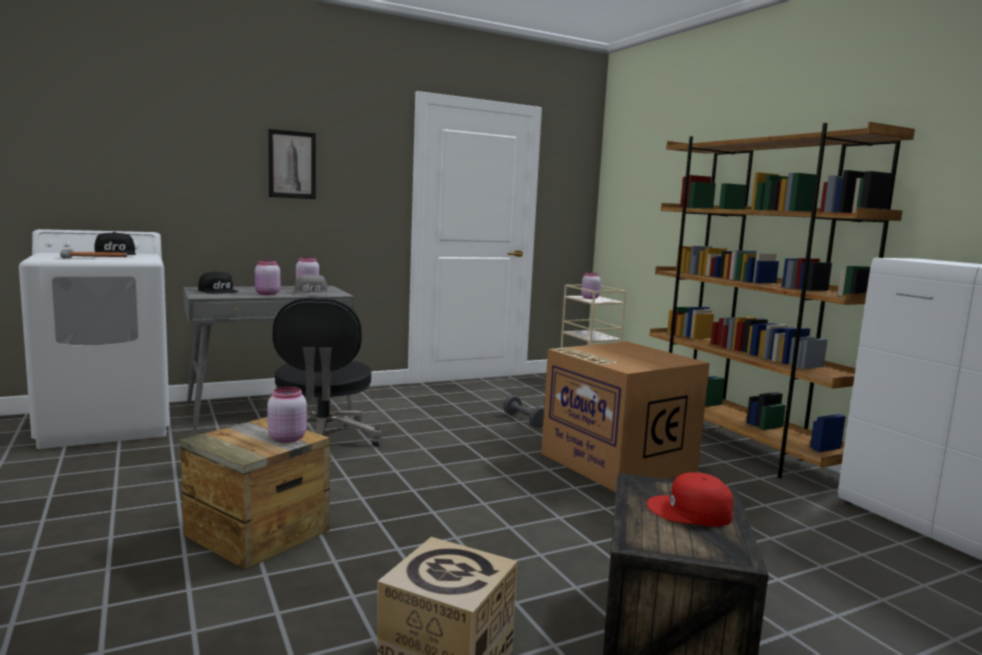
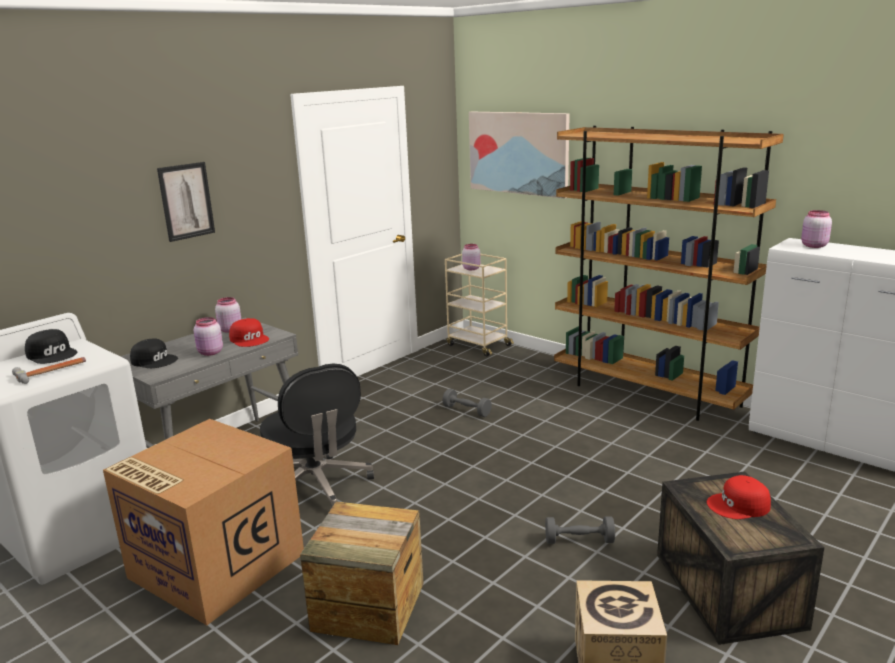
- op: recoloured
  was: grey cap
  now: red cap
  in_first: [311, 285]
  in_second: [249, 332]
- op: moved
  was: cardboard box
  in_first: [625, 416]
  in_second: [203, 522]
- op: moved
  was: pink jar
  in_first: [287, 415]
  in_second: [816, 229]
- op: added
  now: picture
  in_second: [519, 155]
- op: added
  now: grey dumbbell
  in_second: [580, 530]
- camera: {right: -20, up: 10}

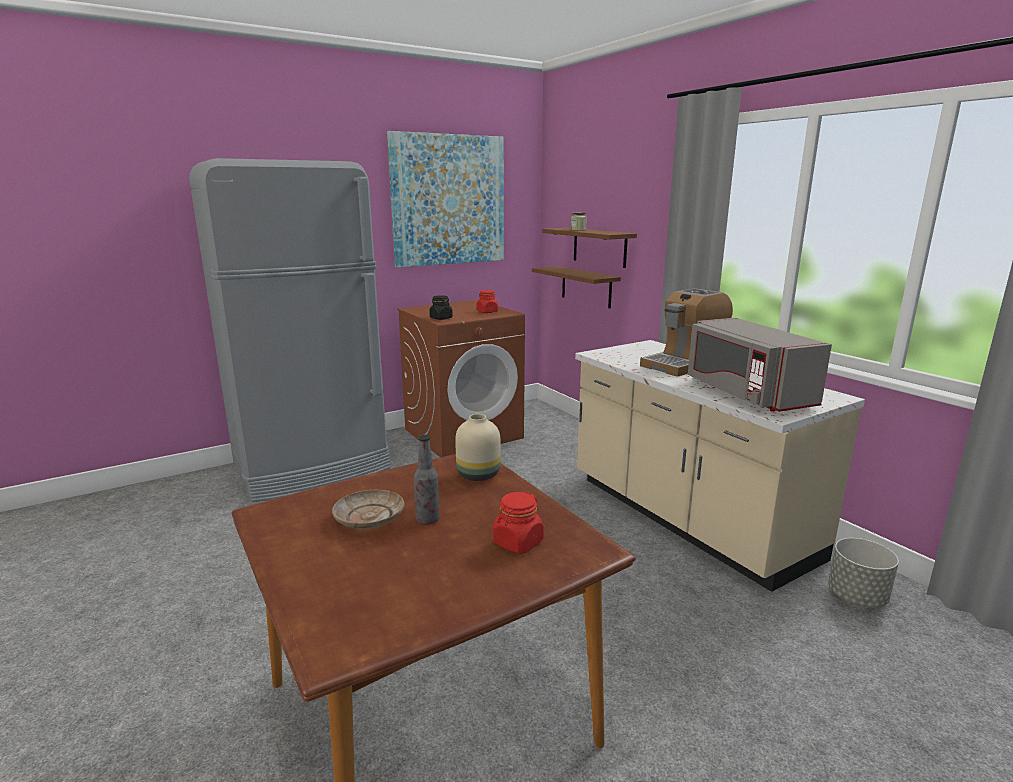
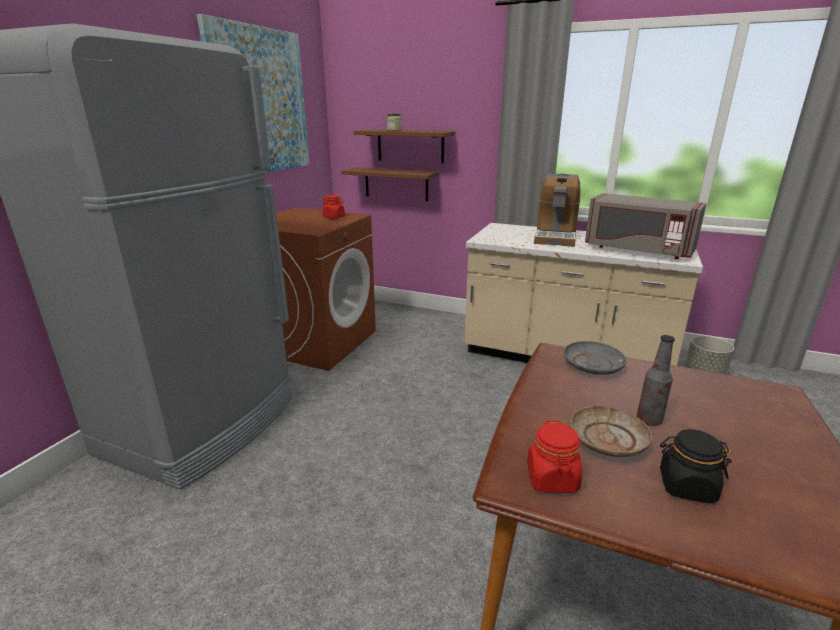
- op: moved
  was: black jar
  in_first: [441, 307]
  in_second: [695, 466]
- op: replaced
  was: beige vase
  now: grey plate
  in_first: [477, 447]
  in_second: [595, 358]
- op: moved
  was: red jar
  in_first: [518, 522]
  in_second: [554, 457]
- camera: {right: -35, up: 5}

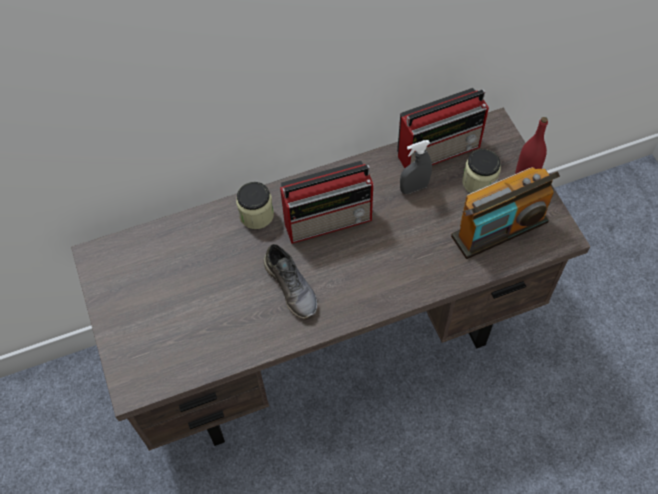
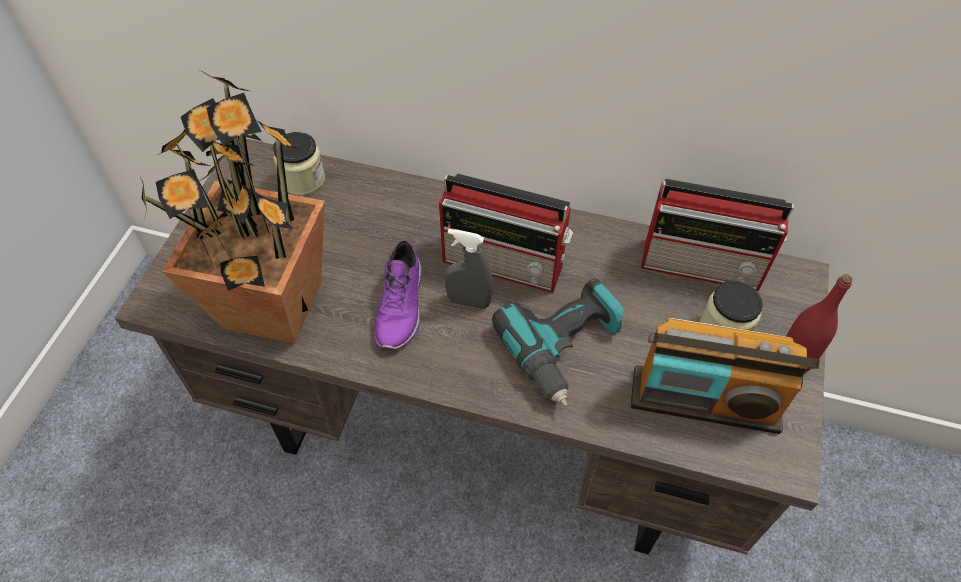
- op: moved
  was: grey spray bottle
  in_first: [416, 167]
  in_second: [468, 269]
- op: moved
  was: jar
  in_first: [255, 205]
  in_second: [299, 163]
- op: recoloured
  was: grey shoe
  now: purple shoe
  in_first: [290, 281]
  in_second: [398, 295]
- op: added
  now: potted plant
  in_second: [232, 208]
- op: added
  now: power drill
  in_second: [558, 342]
- camera: {right: 35, up: -5}

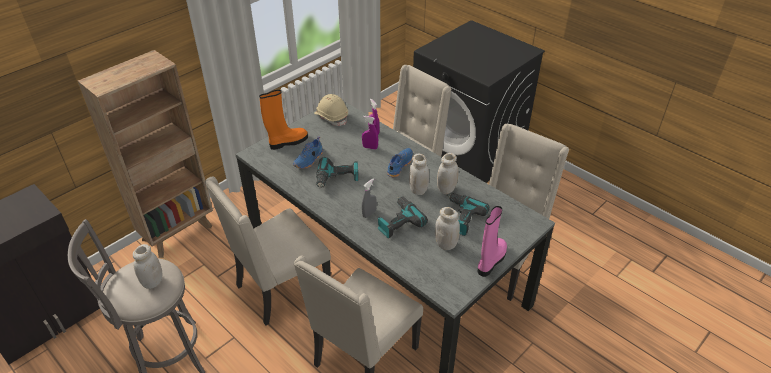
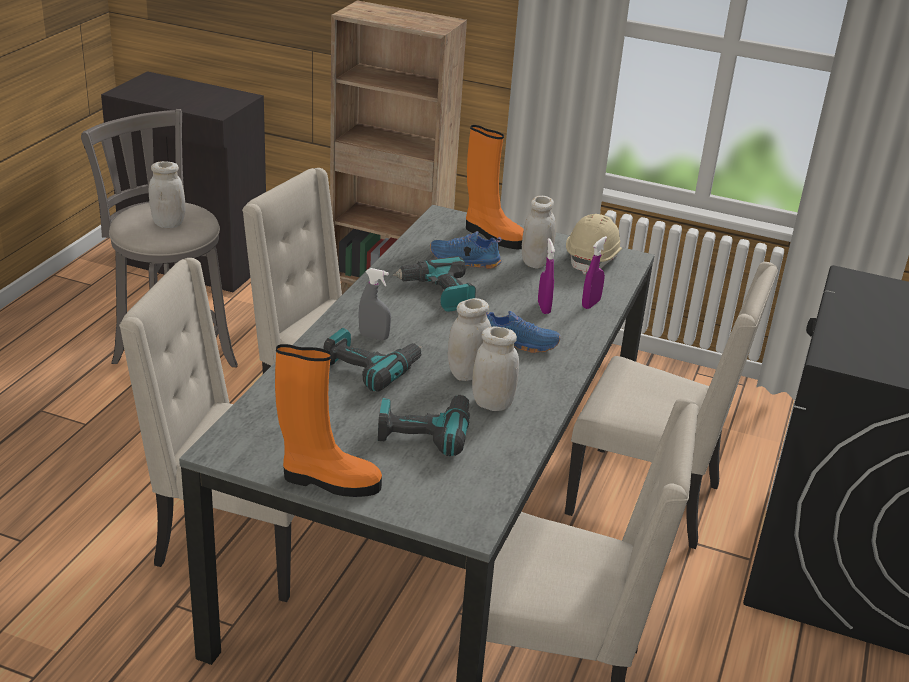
- op: recoloured
  was: pink boot
  now: orange boot
  in_first: [492, 241]
  in_second: [328, 420]
- op: moved
  was: white jar
  in_first: [447, 228]
  in_second: [539, 232]
- camera: {right: 65, up: -10}

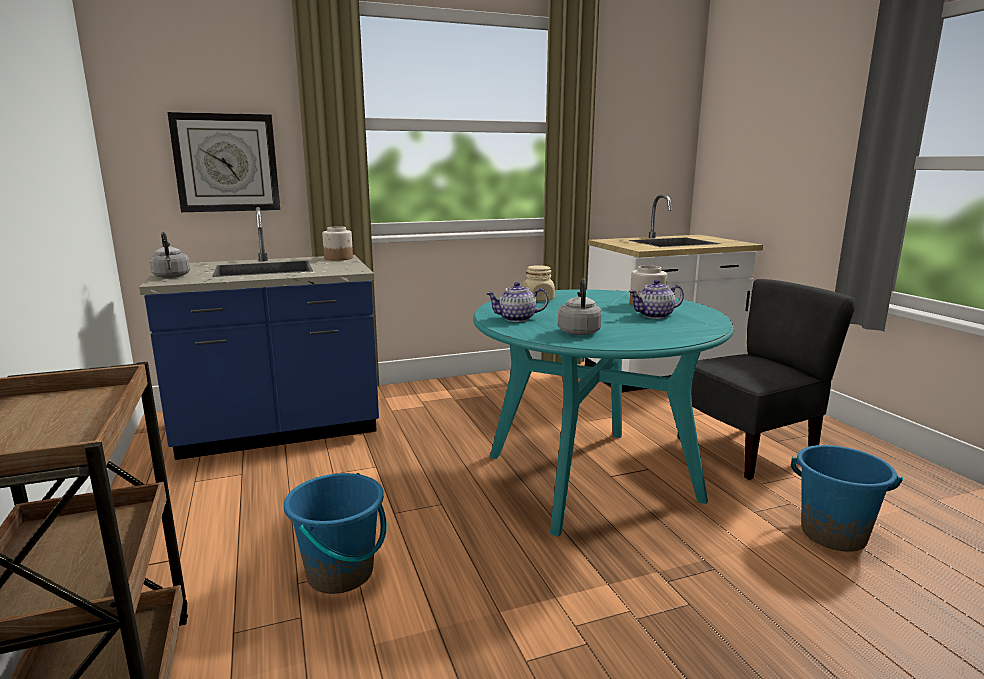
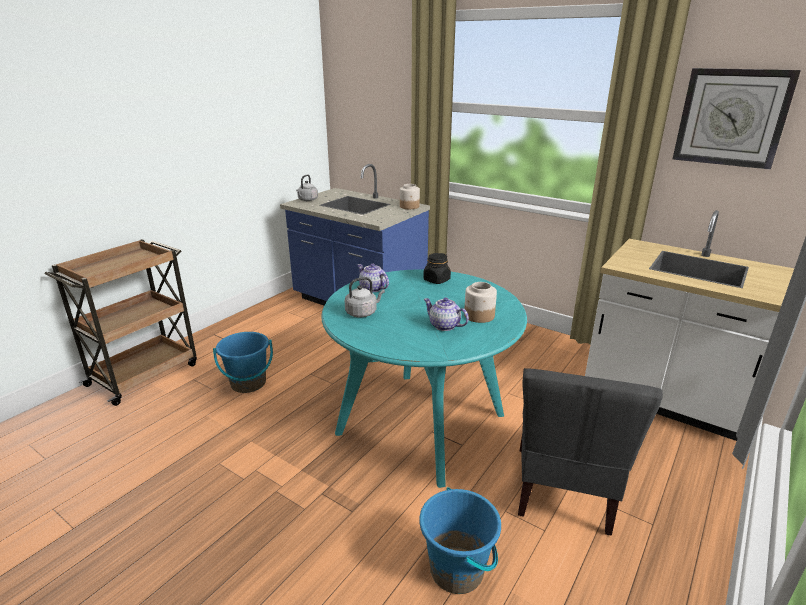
- op: moved
  was: wall clock
  in_first: [223, 162]
  in_second: [737, 119]
- op: recoloured
  was: beige jar
  now: black jar
  in_first: [539, 283]
  in_second: [437, 268]
- op: turned
  was: grey chair
  in_first: [767, 379]
  in_second: [590, 452]
  clockwise: 75
- camera: {right: 55, up: 10}

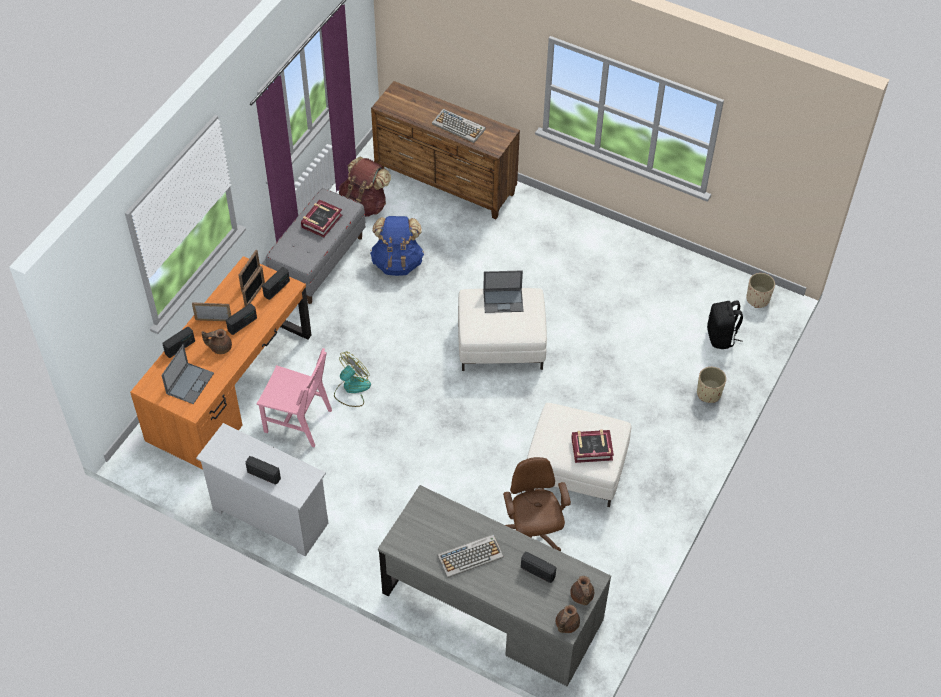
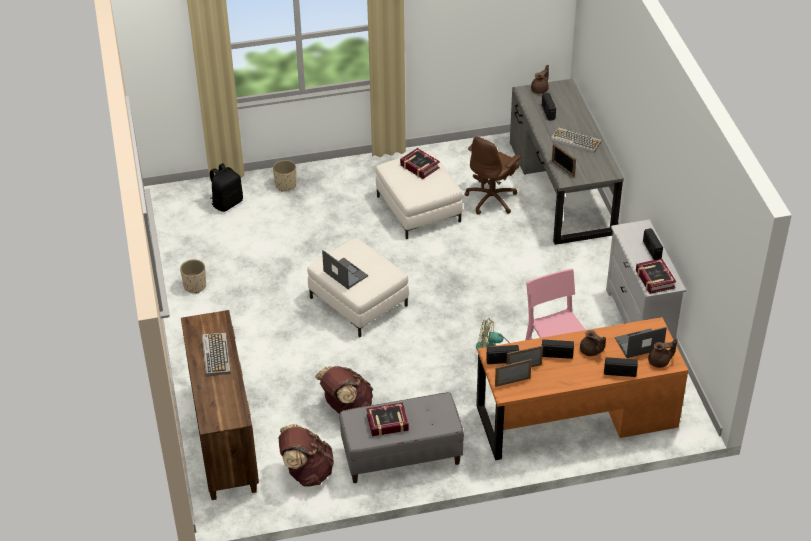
- op: recoloured
  was: blue backpack
  now: brown backpack
  in_first: [397, 246]
  in_second: [344, 390]
- op: moved
  was: beige planter
  in_first: [760, 290]
  in_second: [193, 276]
- op: moved
  was: picture frame
  in_first: [211, 312]
  in_second: [564, 160]
- op: moved
  was: brown teapot
  in_first: [568, 619]
  in_second: [662, 353]
- op: added
  now: book
  in_second: [656, 276]
- camera: {right: -130, up: -10}

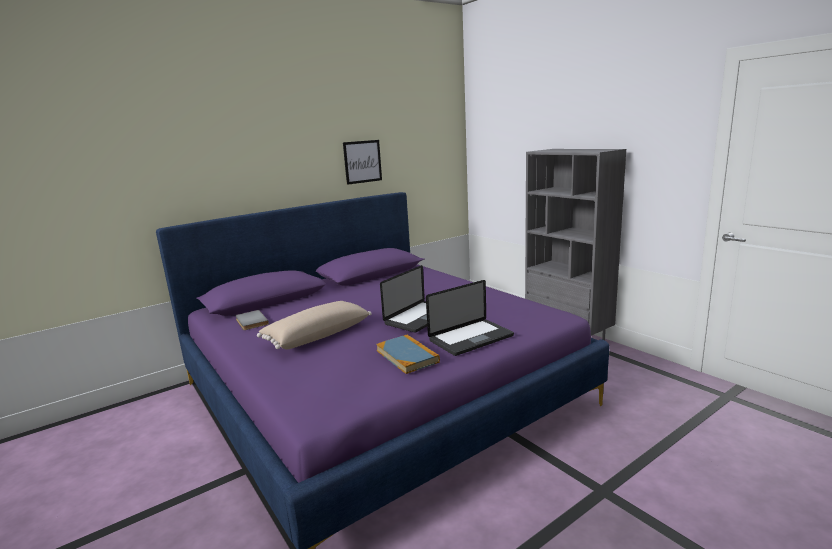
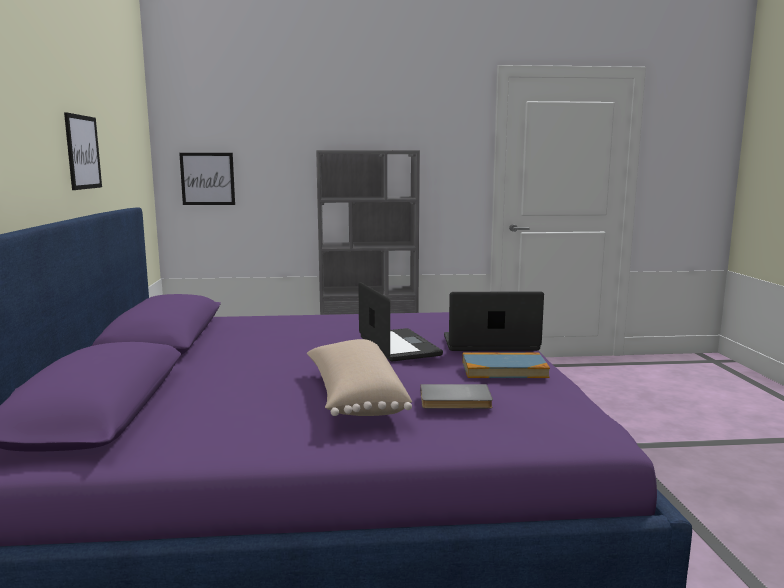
- op: turned
  was: laptop
  in_first: [470, 318]
  in_second: [494, 321]
  clockwise: -90
- op: moved
  was: grey book
  in_first: [252, 320]
  in_second: [456, 396]
- op: added
  now: picture
  in_second: [207, 179]
- camera: {right: -60, up: -5}

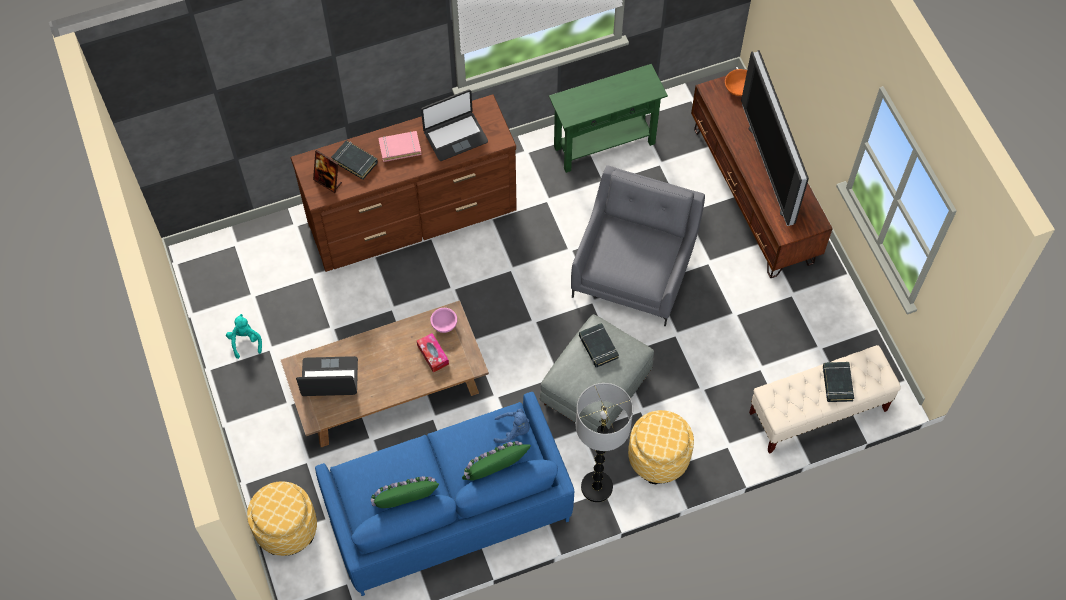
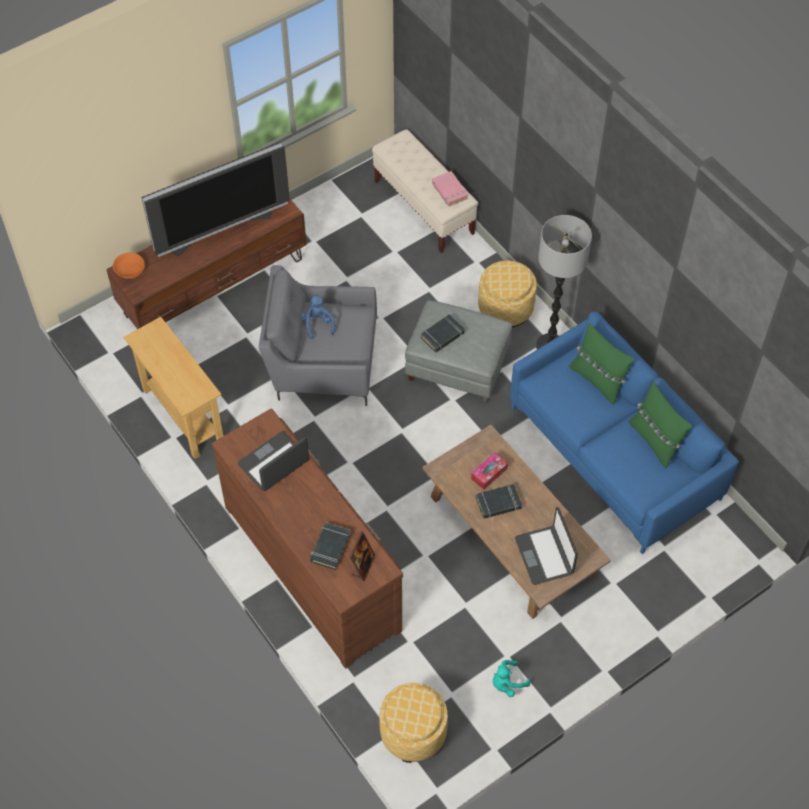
- op: recoloured
  was: green console table
  now: beige console table
  in_first: [608, 118]
  in_second: [173, 388]
- op: turned
  was: laptop
  in_first: [454, 125]
  in_second: [273, 461]
  clockwise: -90
- op: moved
  was: pink book
  in_first: [400, 146]
  in_second: [450, 189]
- op: removed
  was: pink bowl
  in_first: [443, 320]
- op: moved
  was: black book
  in_first: [838, 382]
  in_second: [499, 501]
- op: moved
  was: blue plush toy
  in_first: [512, 425]
  in_second: [318, 316]
- op: moved
  was: ottoman
  in_first: [282, 518]
  in_second: [413, 723]
- camera: {right: -105, up: -5}

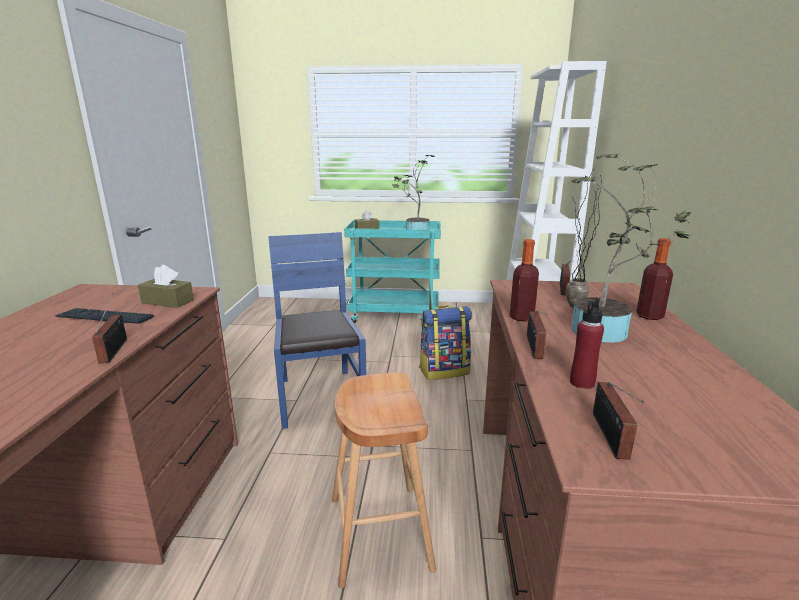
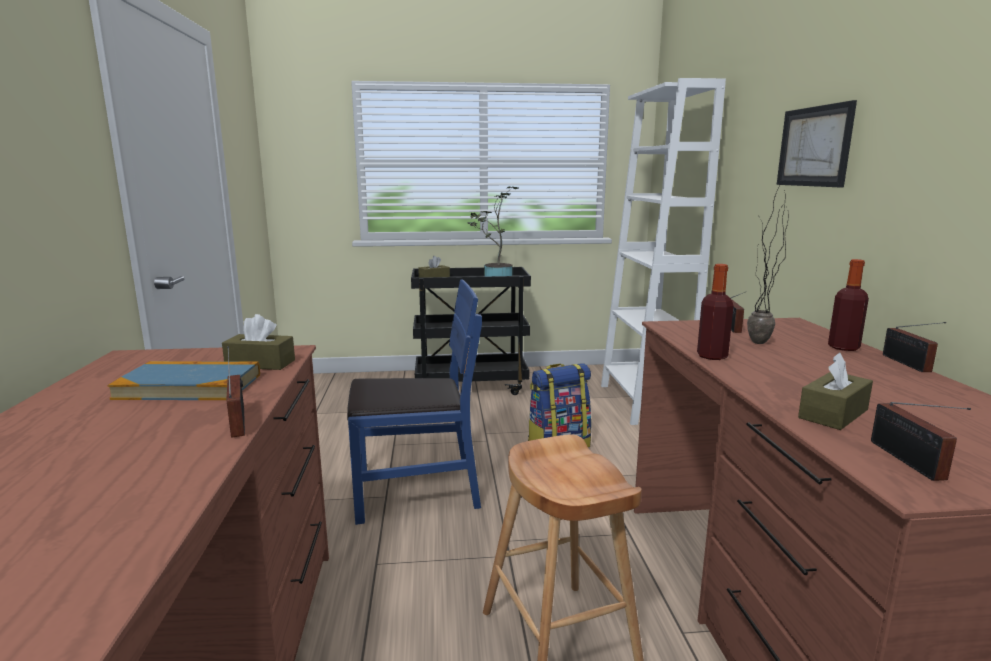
- op: removed
  was: potted plant
  in_first: [631, 248]
- op: recoloured
  was: turquoise cart
  now: black cart
  in_first: [392, 272]
  in_second: [471, 331]
- op: turned
  was: blue chair
  in_first: [317, 330]
  in_second: [414, 402]
  clockwise: 105
- op: replaced
  was: red bottle
  now: brown tissue box
  in_first: [587, 343]
  in_second: [835, 391]
- op: replaced
  was: keyboard
  now: book
  in_first: [104, 316]
  in_second: [183, 380]
- op: moved
  was: radio
  in_first: [537, 335]
  in_second: [914, 347]
- op: added
  now: picture
  in_second: [817, 143]
- camera: {right: -10, up: -5}

